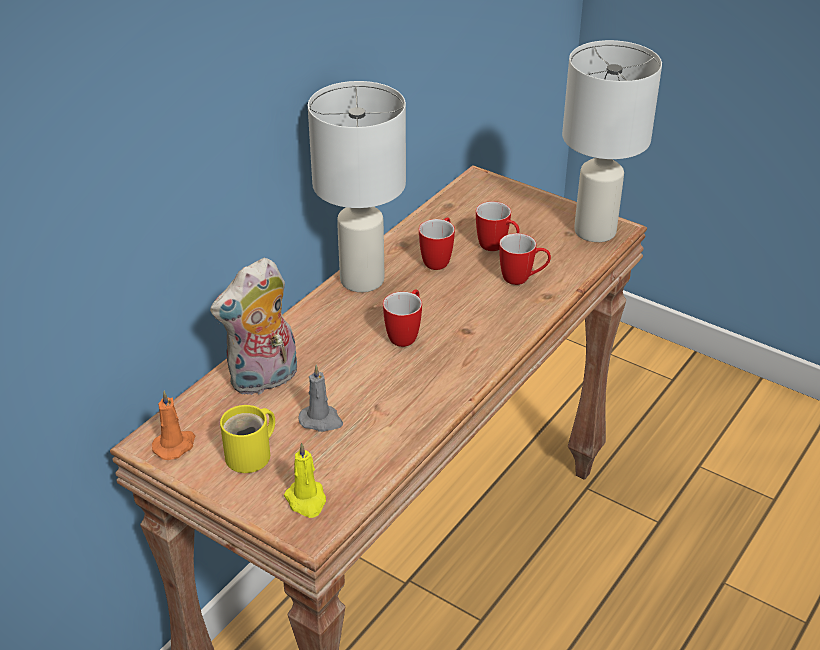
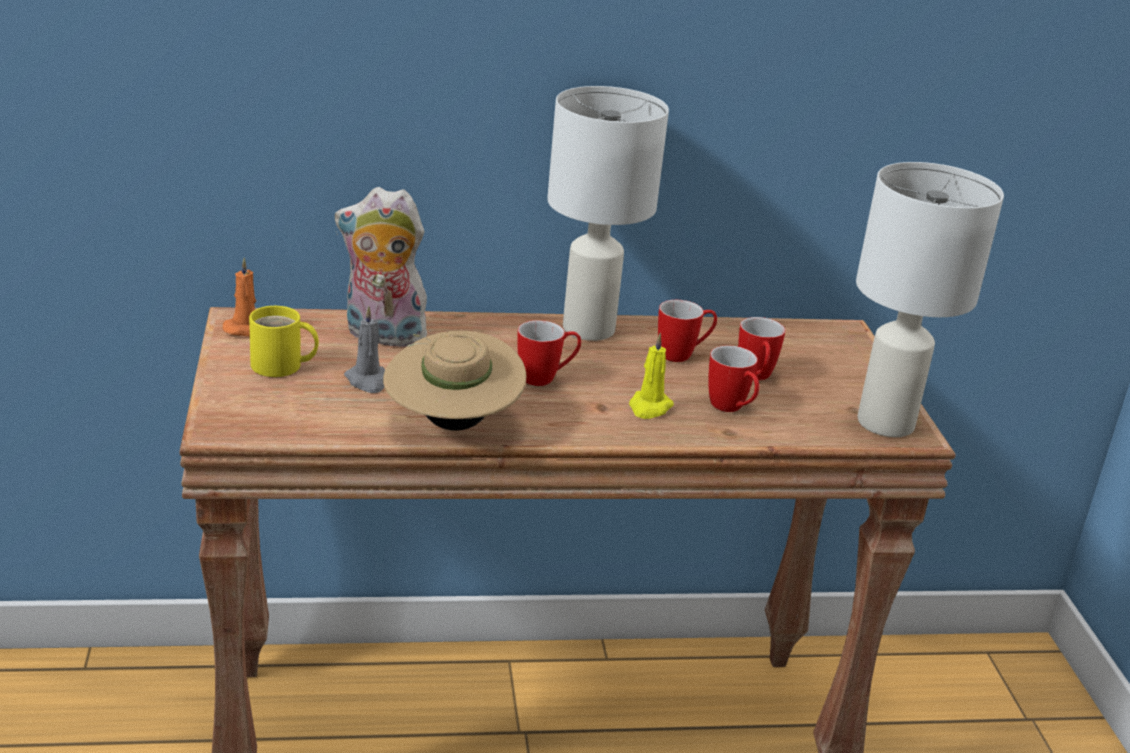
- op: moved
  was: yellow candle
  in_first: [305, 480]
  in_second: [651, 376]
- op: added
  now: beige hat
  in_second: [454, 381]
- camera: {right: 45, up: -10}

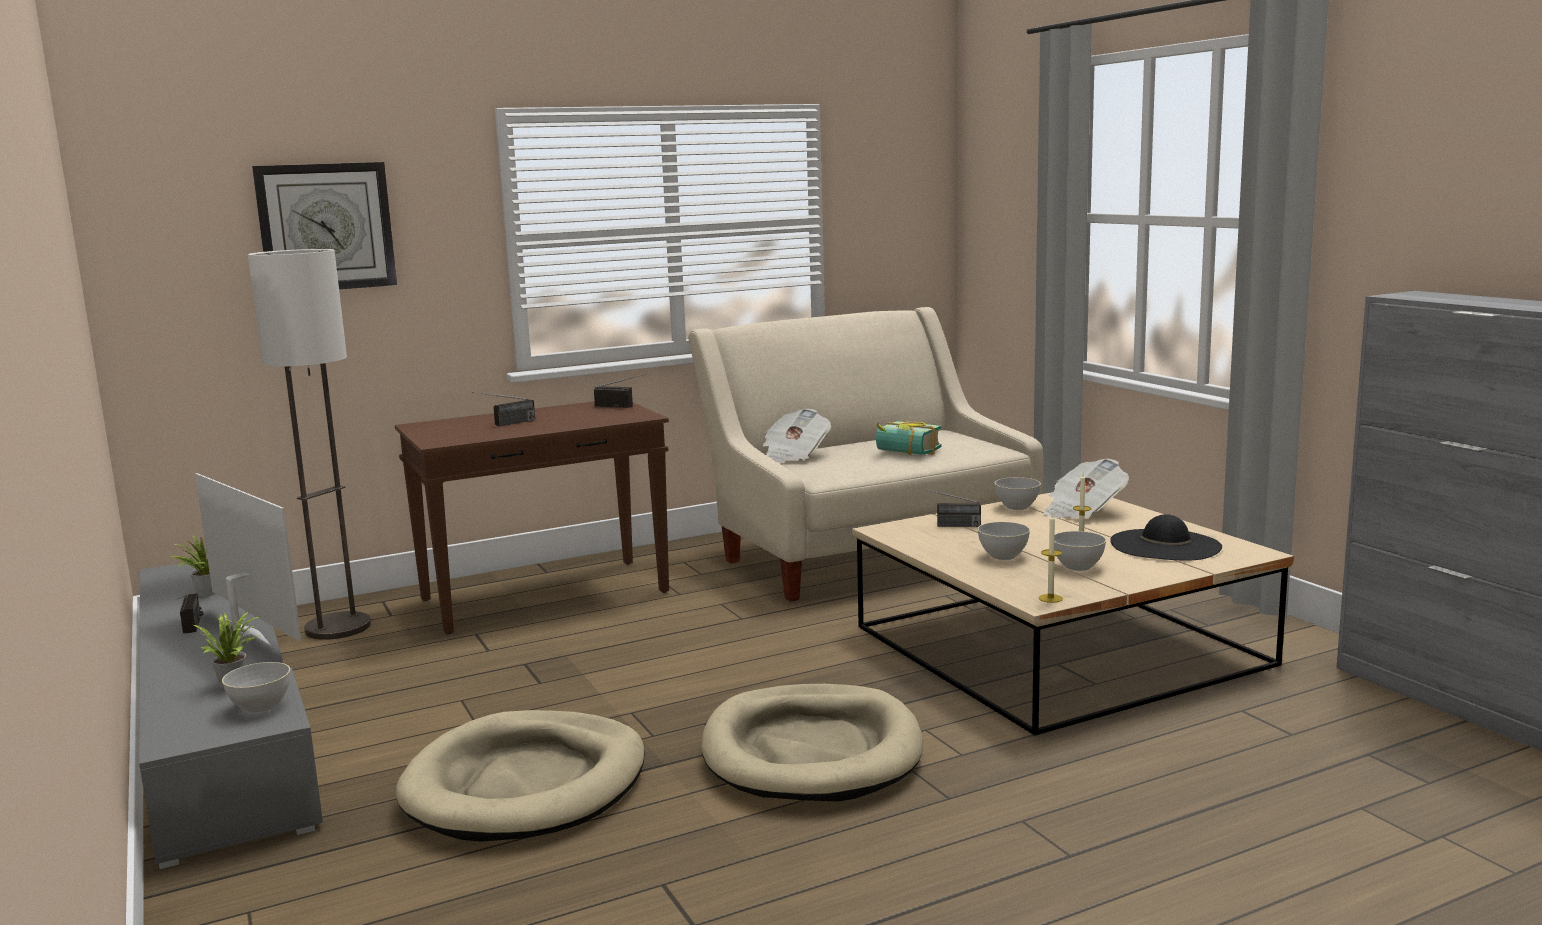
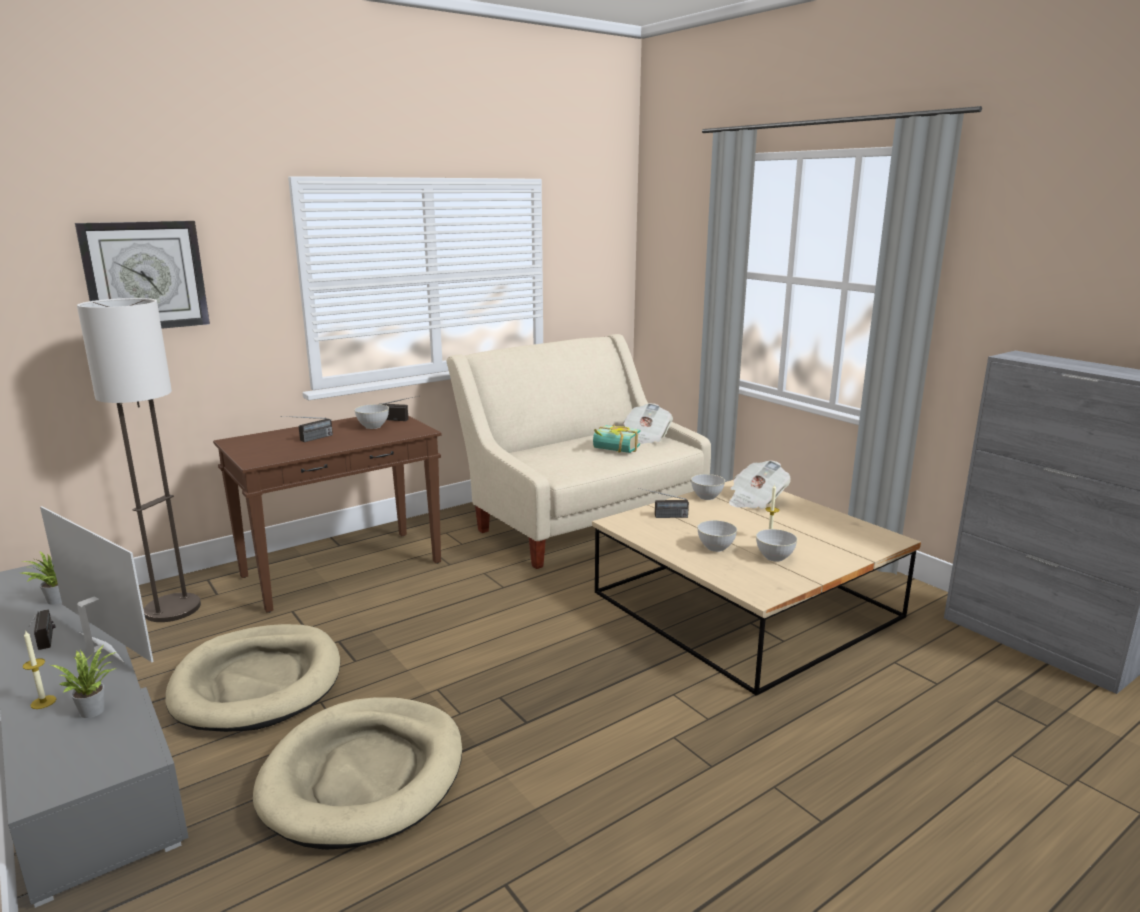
- op: moved
  was: newspaper
  in_first: [797, 436]
  in_second: [648, 423]
- op: moved
  was: candle
  in_first: [1051, 558]
  in_second: [39, 669]
- op: removed
  was: black hat
  in_first: [1166, 537]
- op: moved
  was: grey bowl
  in_first: [256, 687]
  in_second: [371, 416]
- op: moved
  was: beige dog bed
  in_first: [812, 742]
  in_second: [252, 678]
- camera: {right: -10, up: 5}

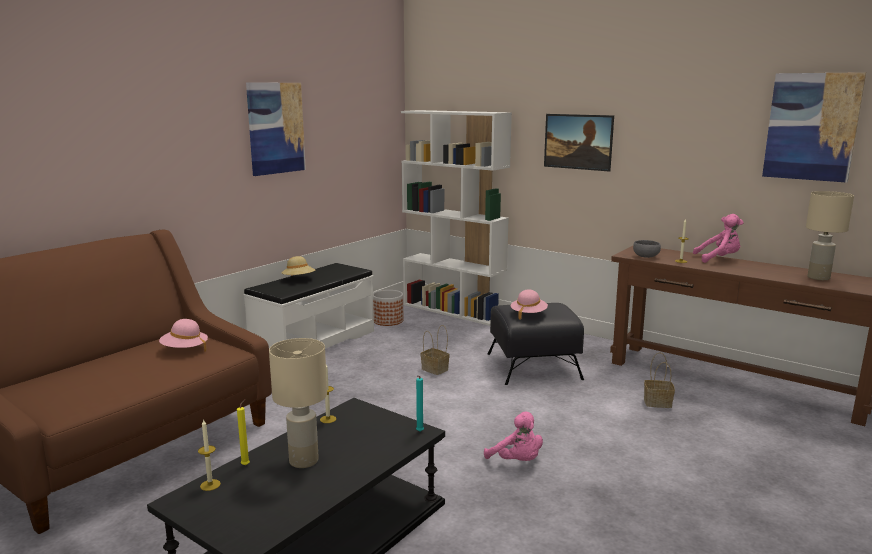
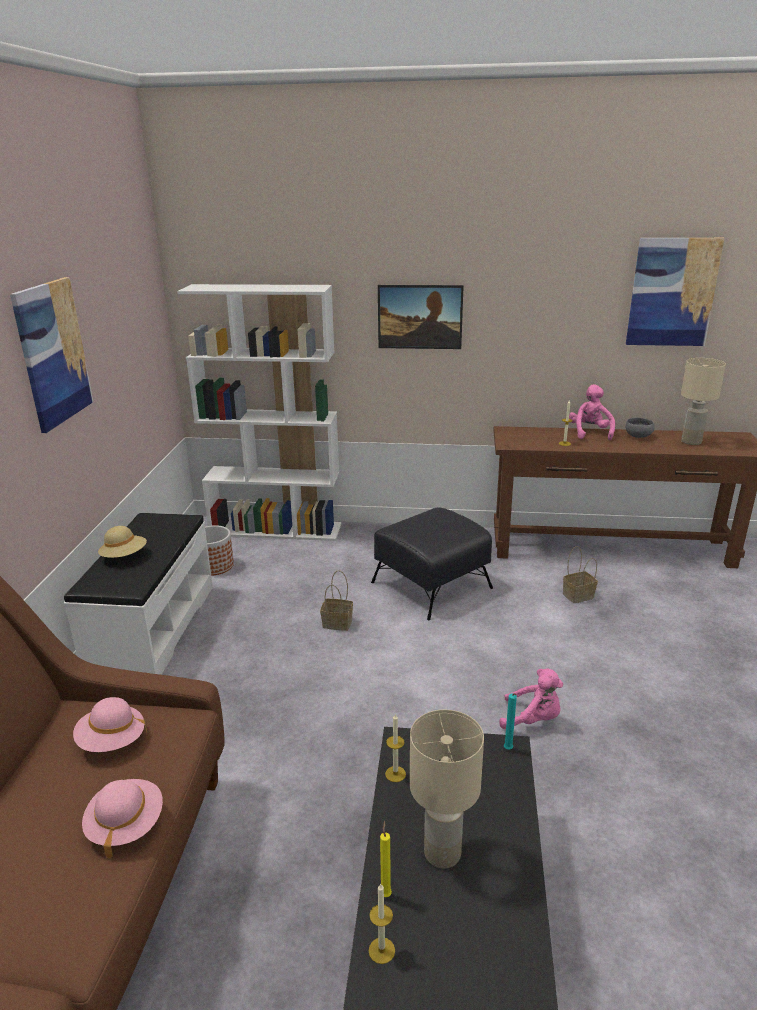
- op: turned
  was: pink plush toy
  in_first: [718, 238]
  in_second: [592, 412]
  clockwise: -60
- op: moved
  was: grey bowl
  in_first: [647, 249]
  in_second: [639, 428]
- op: moved
  was: pink hat
  in_first: [529, 304]
  in_second: [122, 819]
- camera: {right: -30, up: 10}

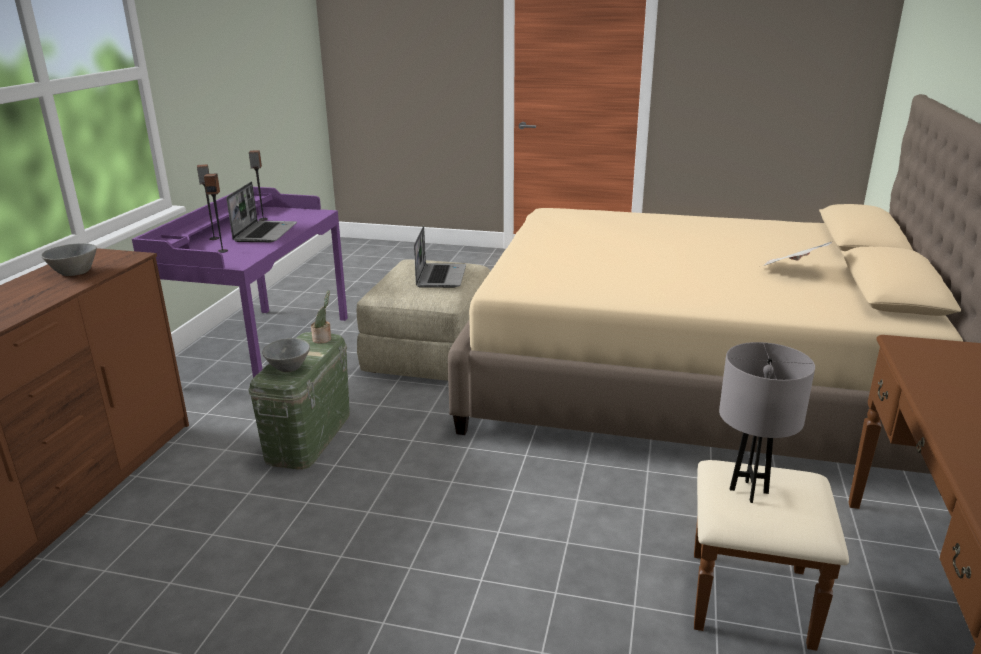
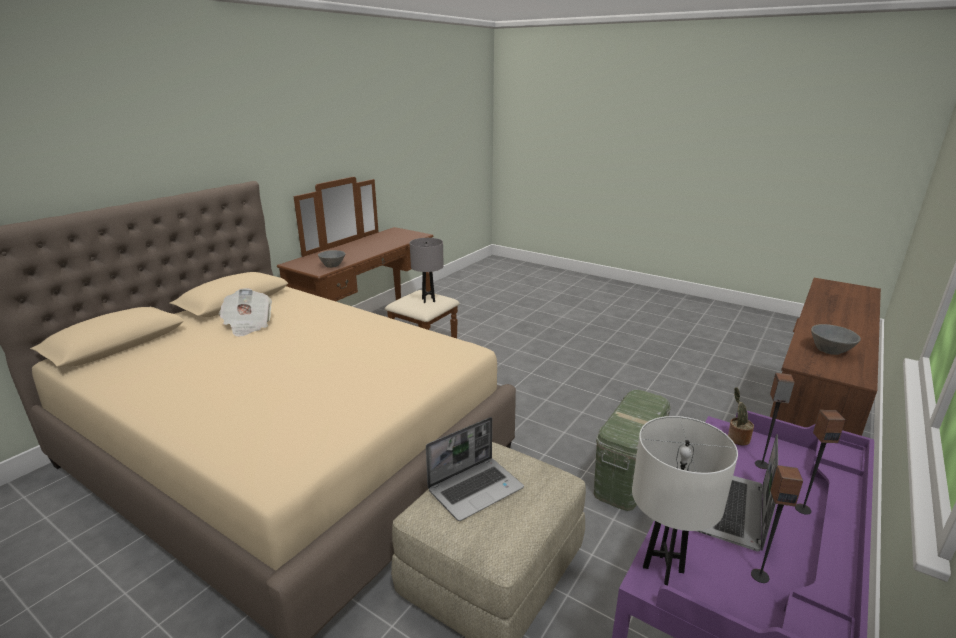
- op: turned
  was: laptop
  in_first: [440, 257]
  in_second: [475, 469]
  clockwise: -150
- op: moved
  was: potted plant
  in_first: [321, 317]
  in_second: [741, 416]
- op: moved
  was: grey bowl
  in_first: [286, 355]
  in_second: [331, 259]
- op: added
  now: white table lamp
  in_second: [685, 500]
- camera: {right: -160, up: 0}

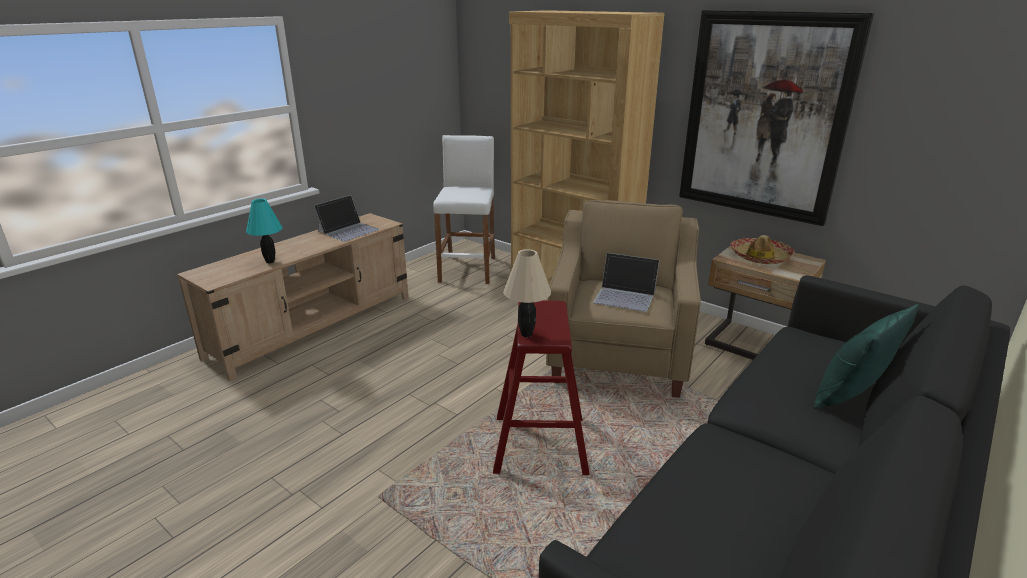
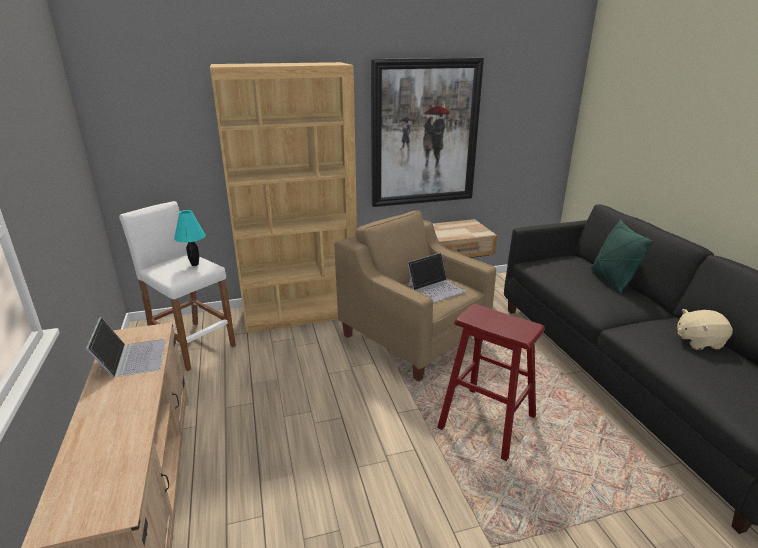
- op: moved
  was: turquoise table lamp
  in_first: [264, 231]
  in_second: [190, 238]
- op: removed
  was: hat
  in_first: [762, 249]
- op: removed
  was: beige table lamp
  in_first: [527, 293]
- op: added
  now: beige plush toy
  in_second: [705, 329]
- camera: {right: -55, up: 0}

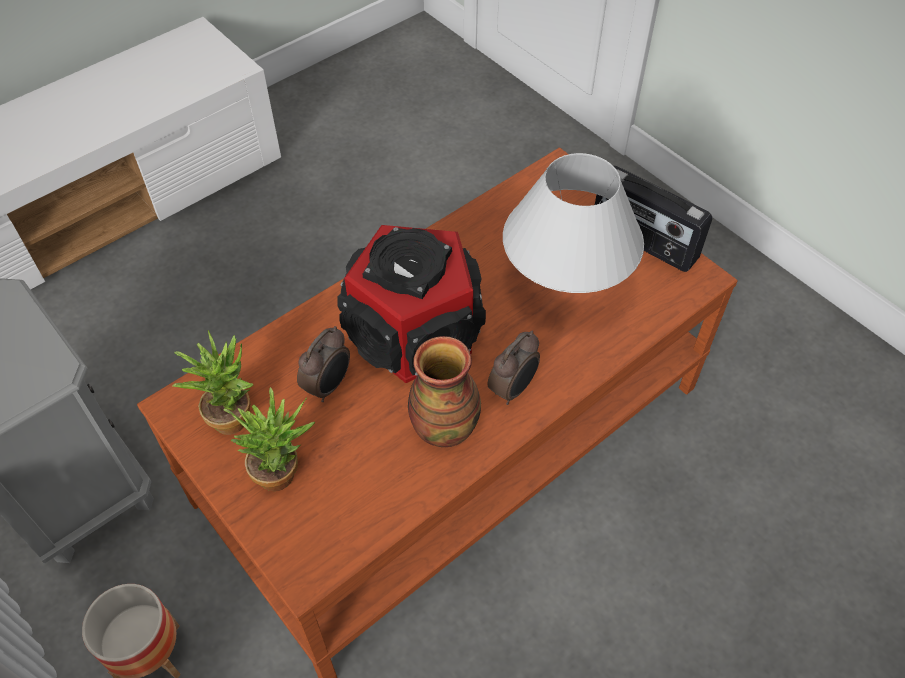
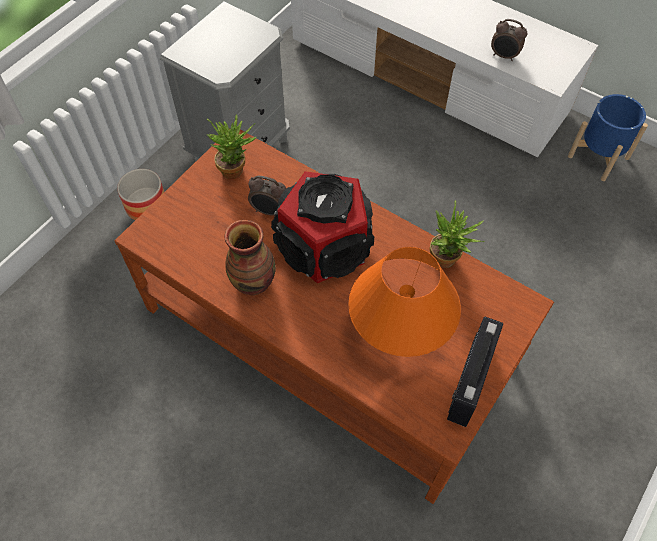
- op: recoloured
  was: white table lamp
  now: orange table lamp
  in_first: [573, 223]
  in_second: [404, 302]
- op: moved
  was: alarm clock
  in_first: [514, 368]
  in_second: [509, 40]
- op: moved
  was: potted plant
  in_first: [269, 439]
  in_second: [457, 234]
- op: added
  now: blue planter
  in_second: [608, 137]
- camera: {right: 75, up: 5}

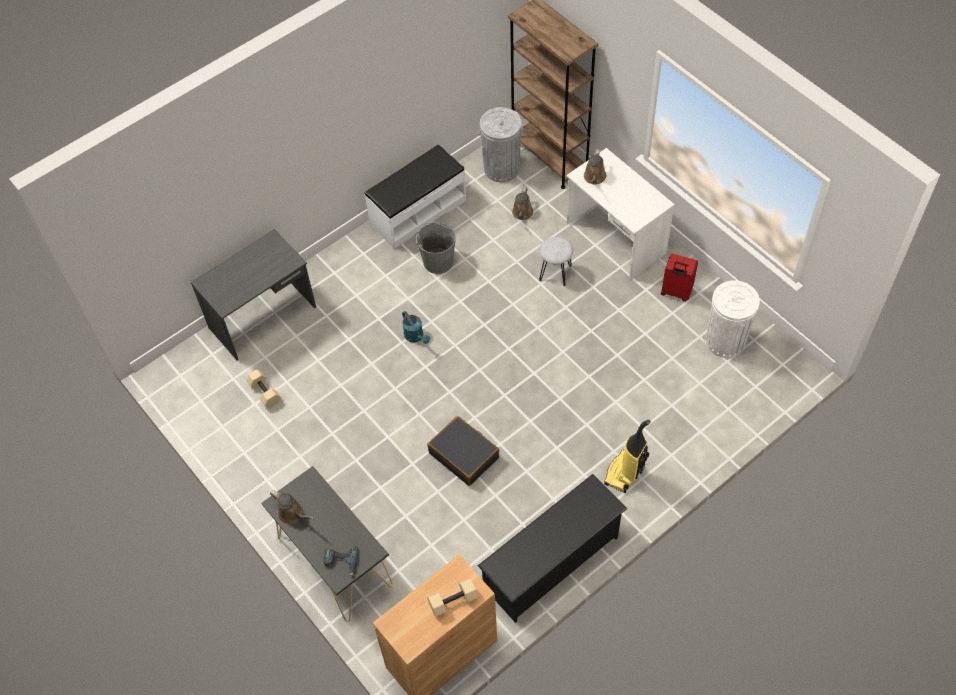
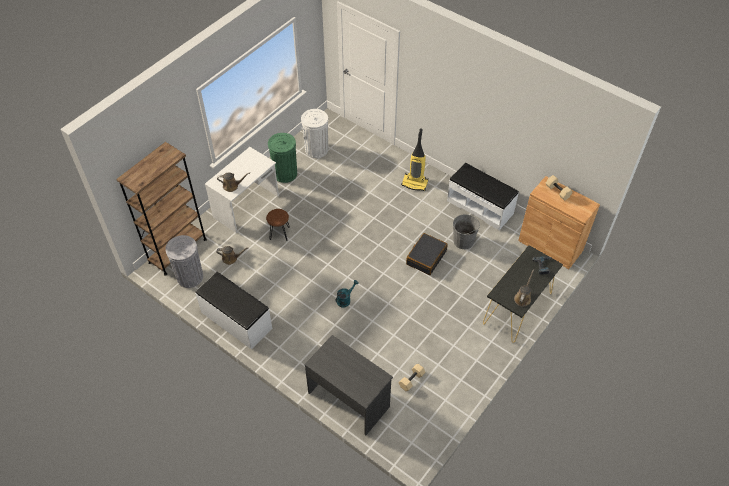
- op: moved
  was: grey bucket
  in_first: [436, 248]
  in_second: [466, 231]
- op: recoloured
  was: grey stool
  now: brown stool
  in_first: [556, 261]
  in_second: [278, 225]
- op: replaced
  was: red suitcase
  now: green trash can
  in_first: [679, 277]
  in_second: [282, 158]
- op: replaced
  was: black shoe rack
  now: white bench
  in_first: [553, 548]
  in_second: [483, 196]
- camera: {right: -105, up: -5}

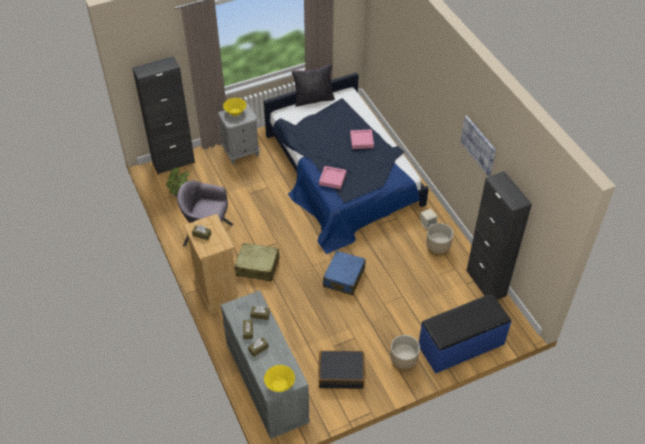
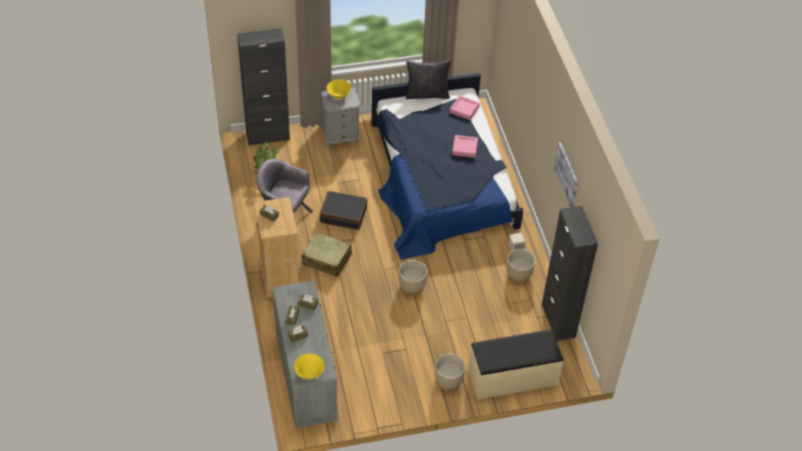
- op: moved
  was: pink tray
  in_first: [332, 177]
  in_second: [465, 107]
- op: replaced
  was: blue suitcase
  now: beige planter
  in_first: [344, 273]
  in_second: [413, 278]
- op: recoloured
  was: blue bench
  now: beige bench
  in_first: [465, 333]
  in_second: [516, 364]
- op: moved
  was: black suitcase
  in_first: [342, 370]
  in_second: [344, 210]
- camera: {right: 10, up: 0}

